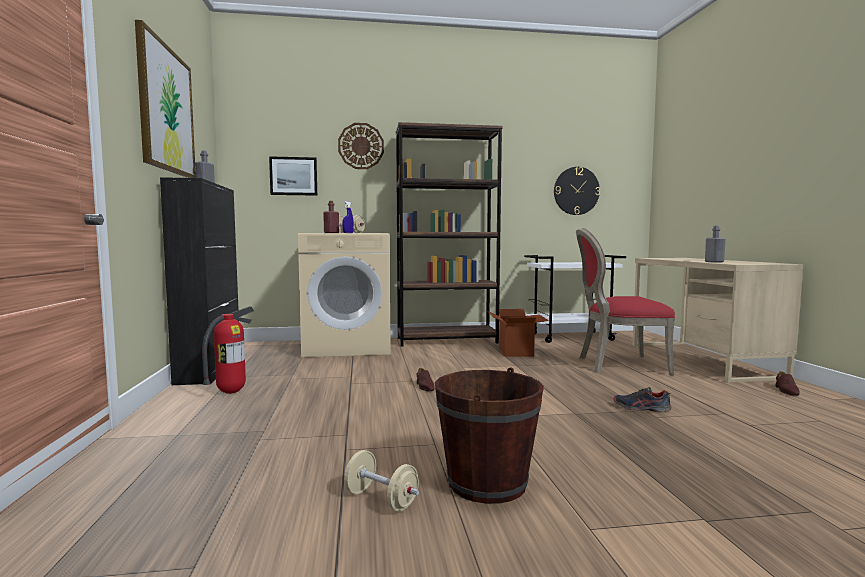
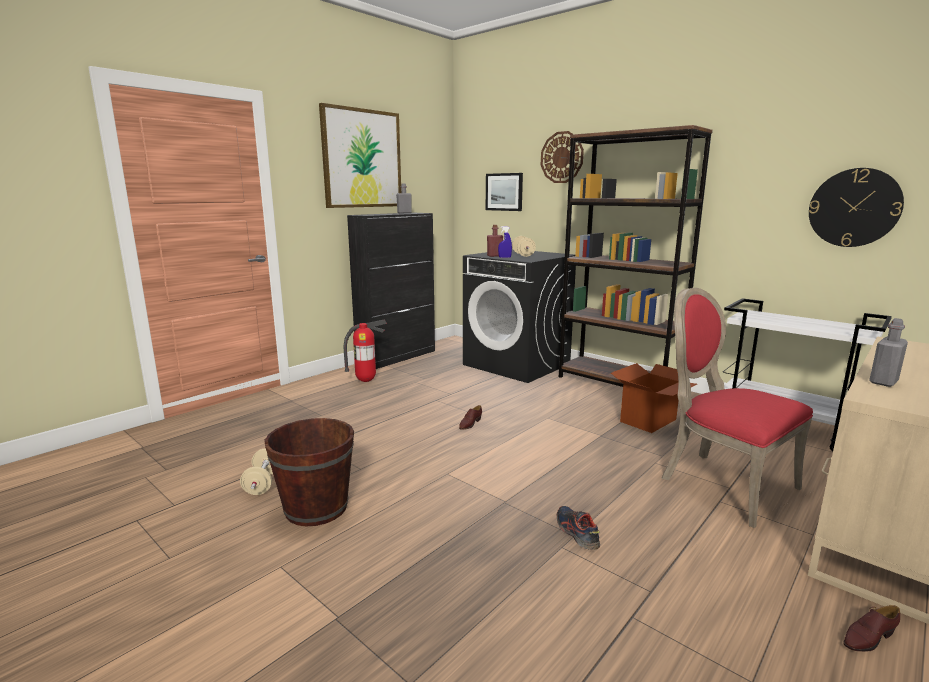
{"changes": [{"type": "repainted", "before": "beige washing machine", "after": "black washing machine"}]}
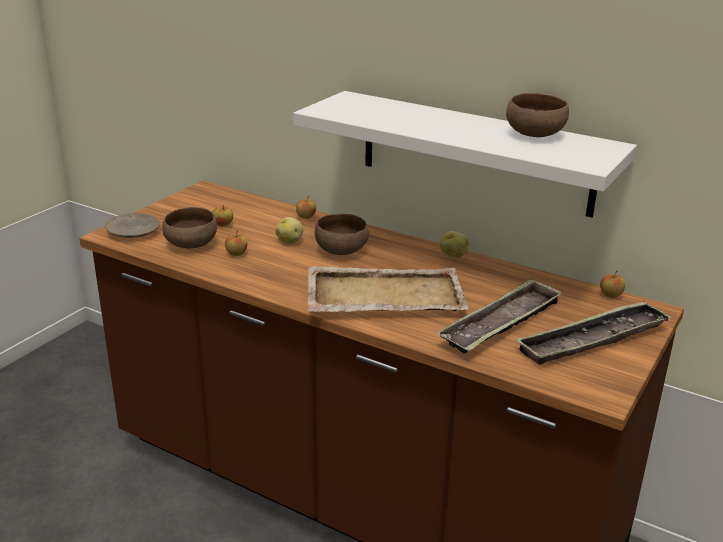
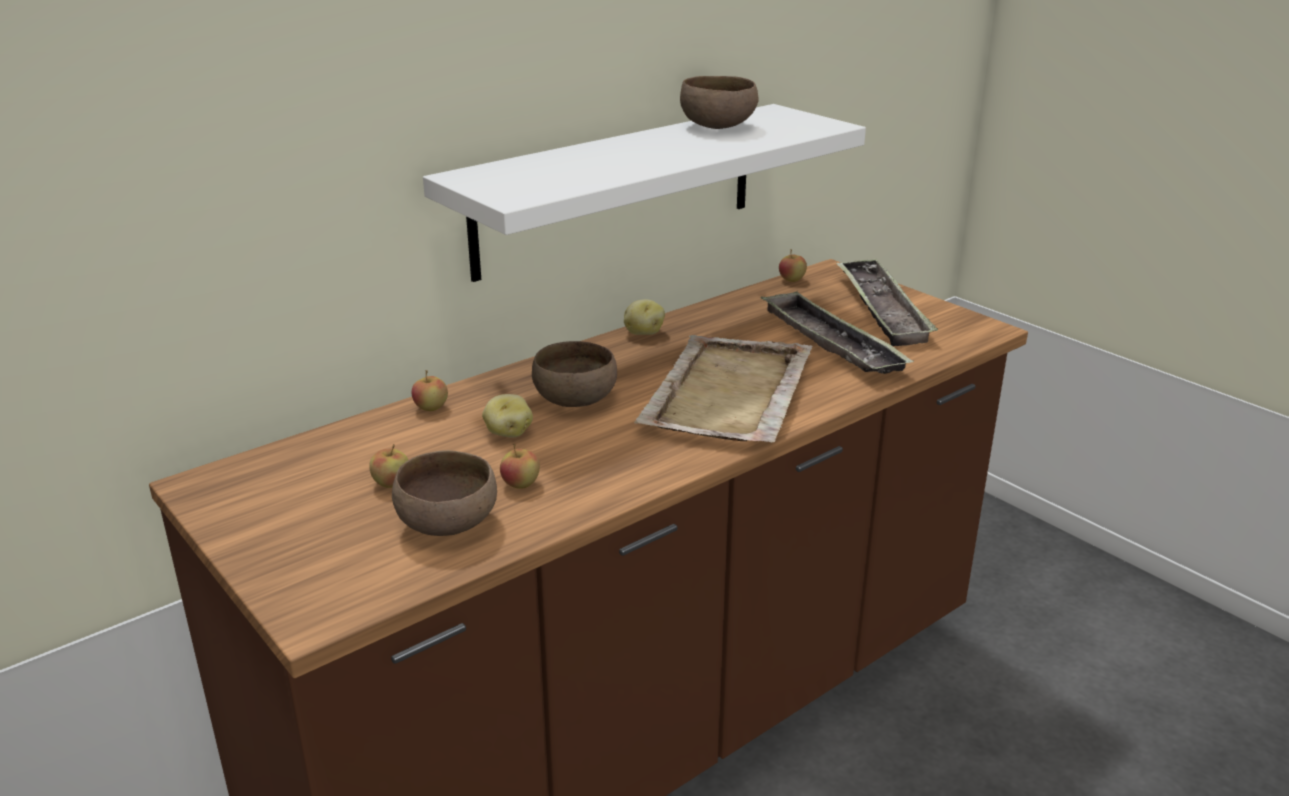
{"changes": [{"type": "gone", "before": "beige plate"}]}
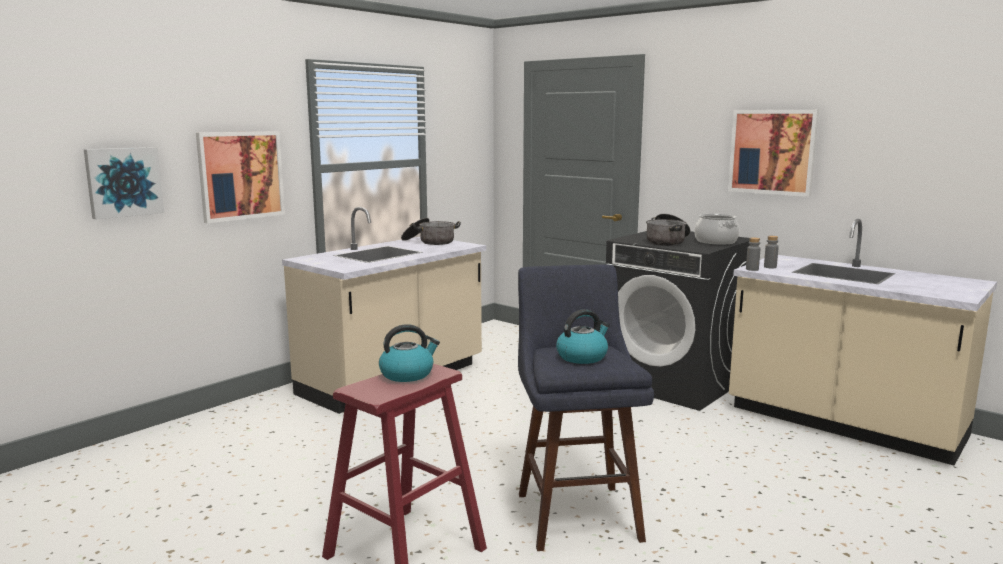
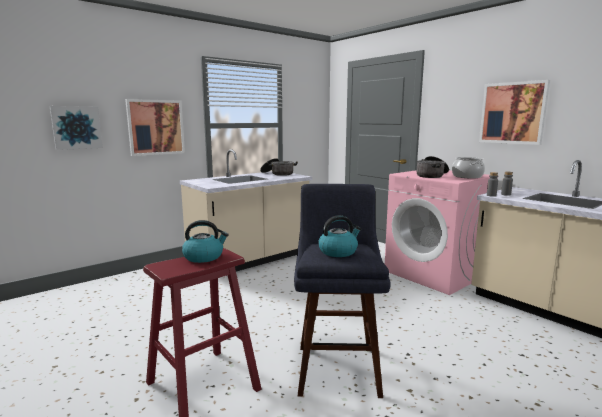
{"changes": [{"type": "repainted", "before": "black washing machine", "after": "pink washing machine"}]}
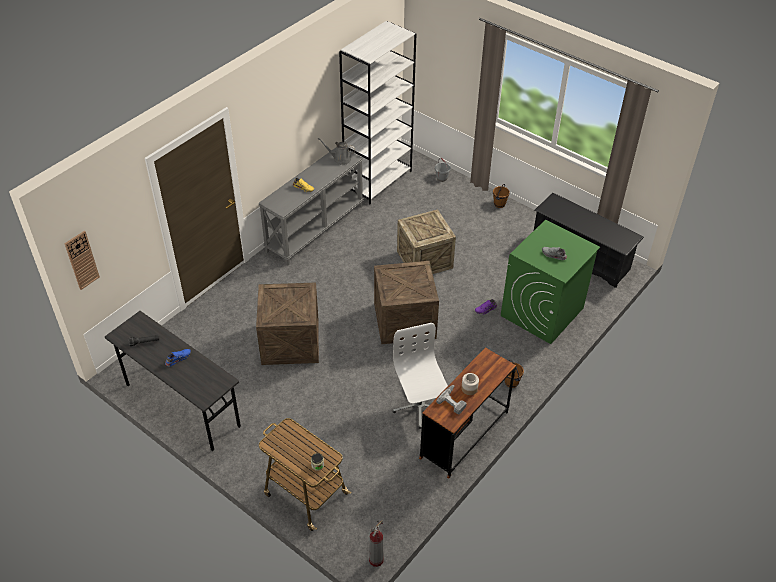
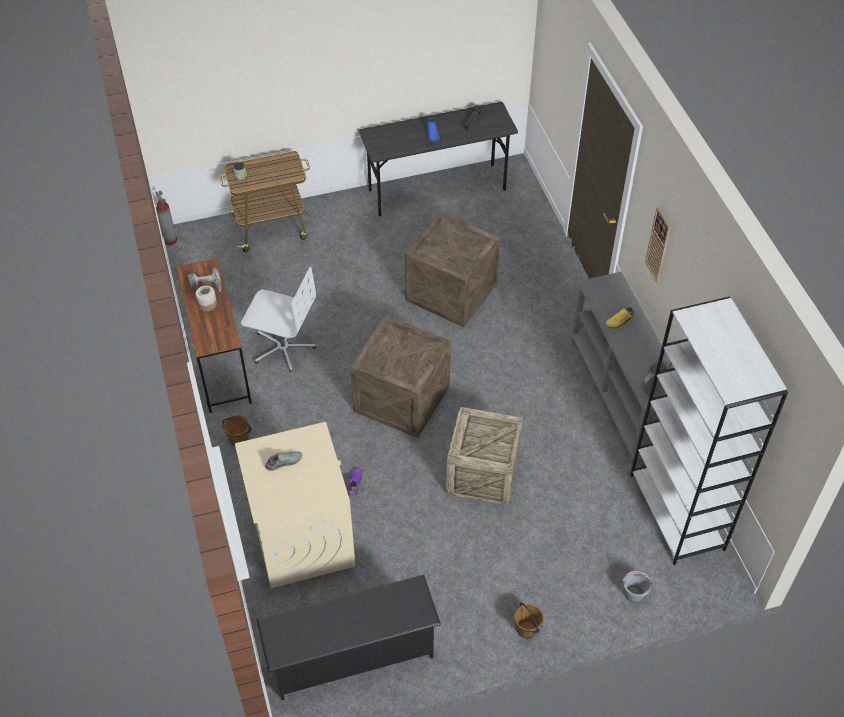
{"changes": [{"type": "shifted", "before": "wall clock"}, {"type": "repainted", "before": "green washing machine", "after": "beige washing machine"}]}
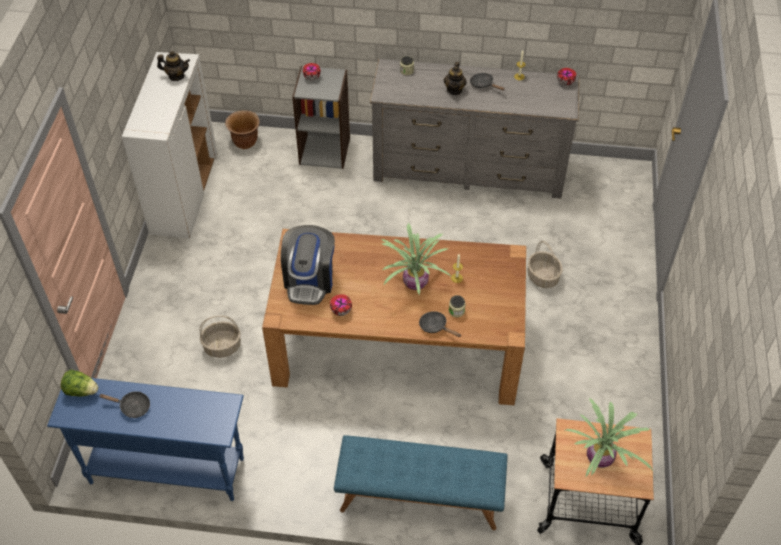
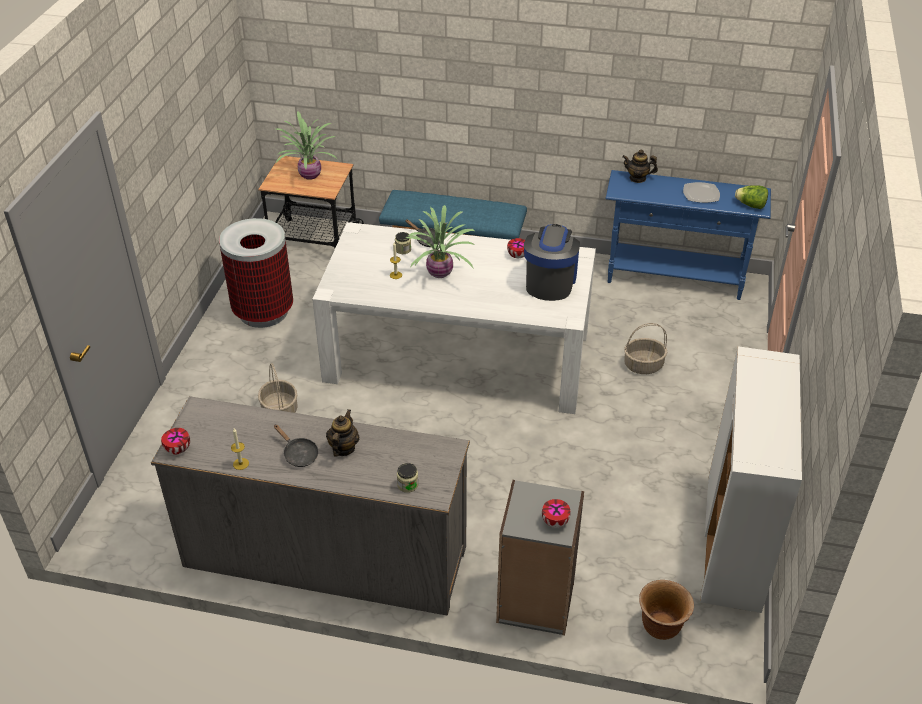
{"changes": [{"type": "swapped", "before": "black frying pan (no. 1 from left)", "after": "plate"}, {"type": "shifted", "before": "teapot (no. 1 from left in the first image)", "after": "teapot (no. 2 from left)"}, {"type": "repainted", "before": "brown dining table", "after": "white dining table"}, {"type": "new", "after": "trash can"}]}
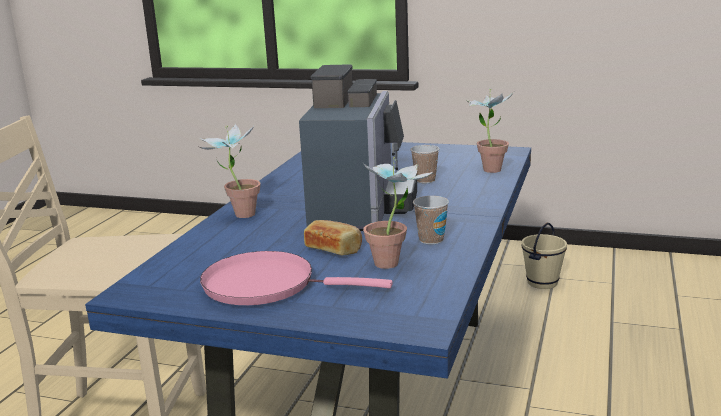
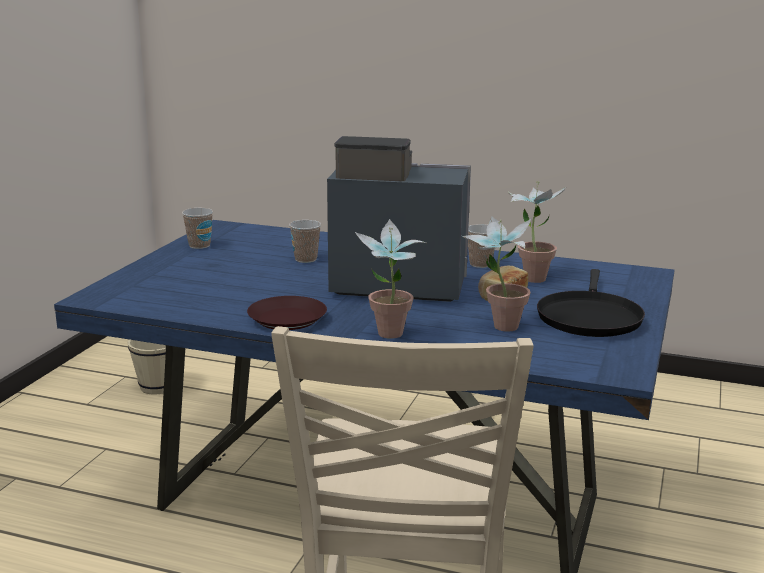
{"changes": [{"type": "repainted", "before": "pink frying pan", "after": "black frying pan"}, {"type": "shifted", "before": "potted plant (no. 3 from left in the first image)", "after": "potted plant (no. 2 from left)"}, {"type": "new", "after": "cup (no. 1 from left)"}, {"type": "new", "after": "brown plate"}]}
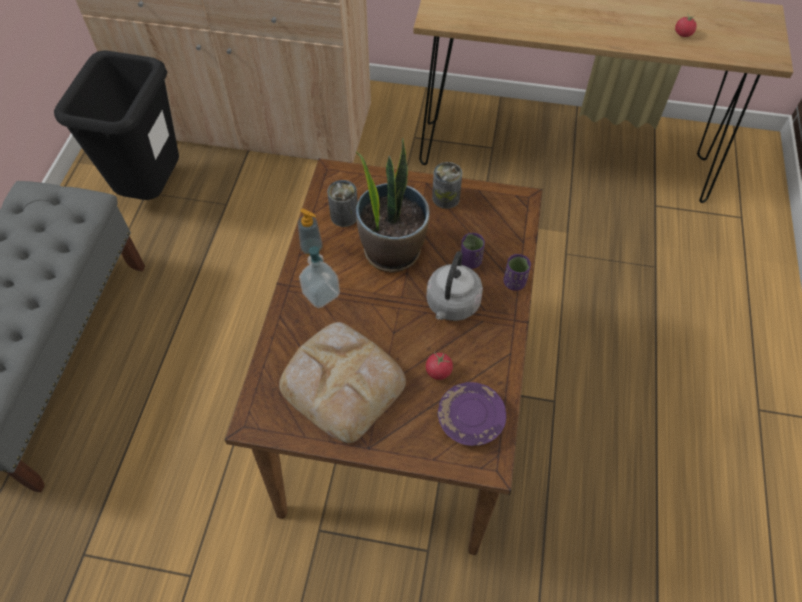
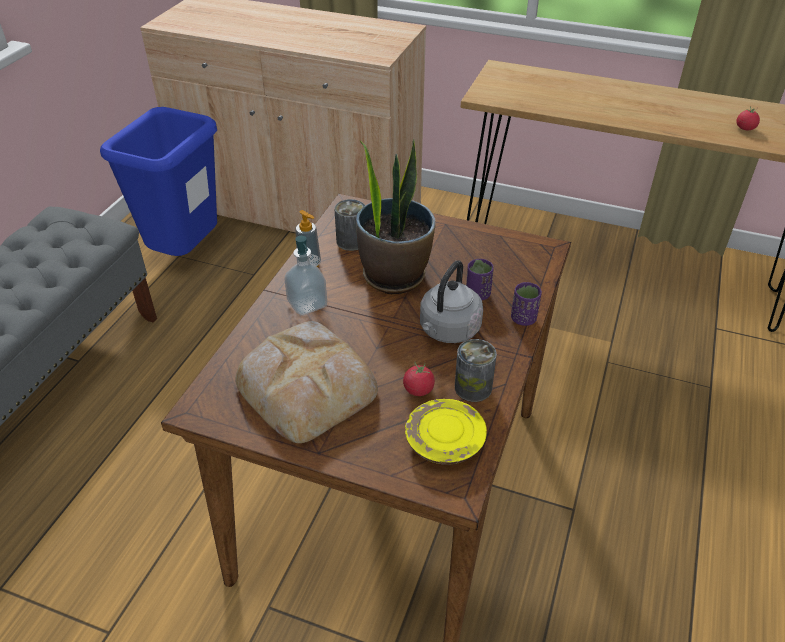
{"changes": [{"type": "repainted", "before": "black trash can", "after": "blue trash can"}, {"type": "shifted", "before": "can (no. 2 from left)"}, {"type": "repainted", "before": "purple plate", "after": "yellow plate"}]}
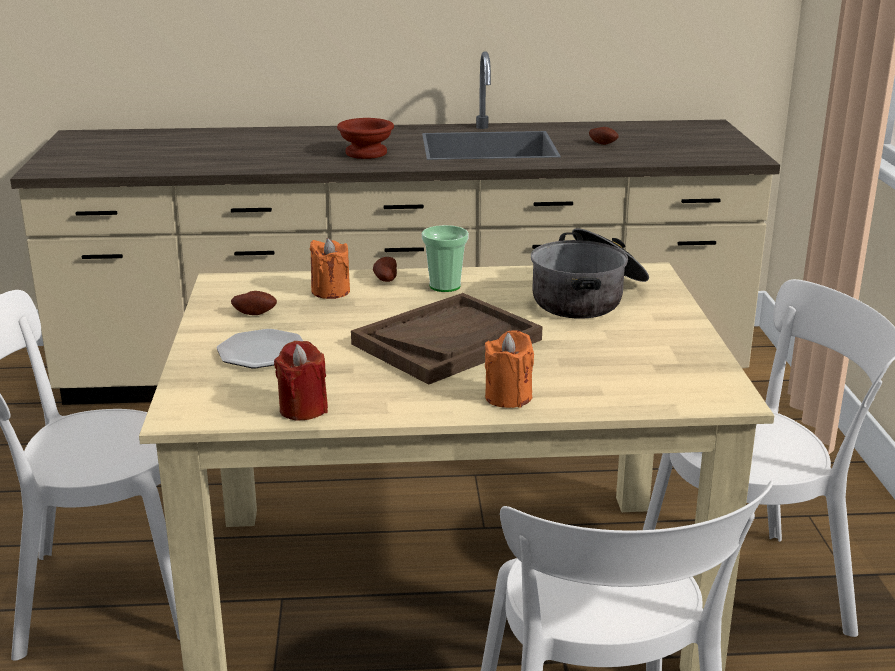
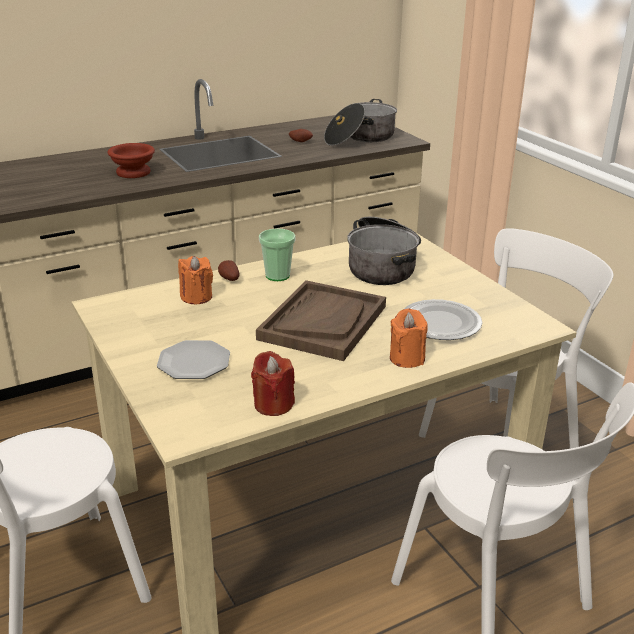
{"changes": [{"type": "gone", "before": "potato (no. 1 from left)"}, {"type": "new", "after": "cooking pot (no. 1 from left)"}, {"type": "new", "after": "plate (no. 2 from left)"}]}
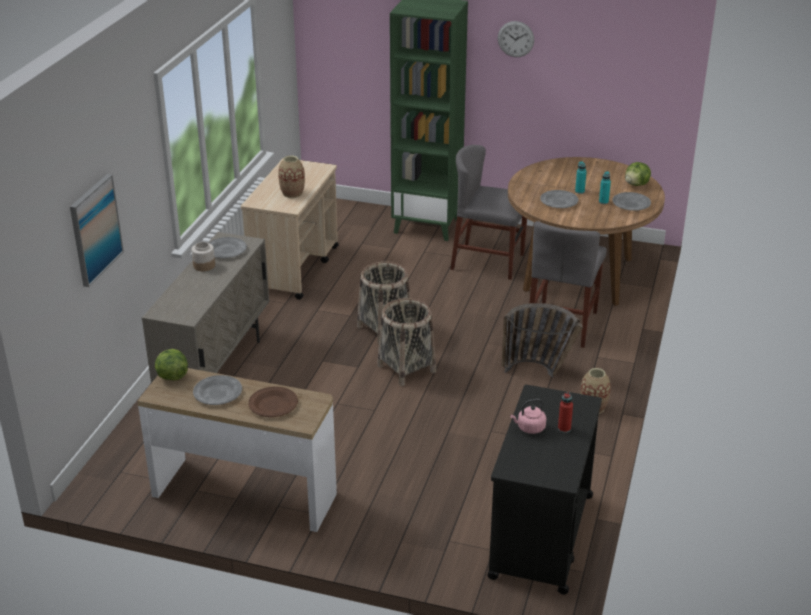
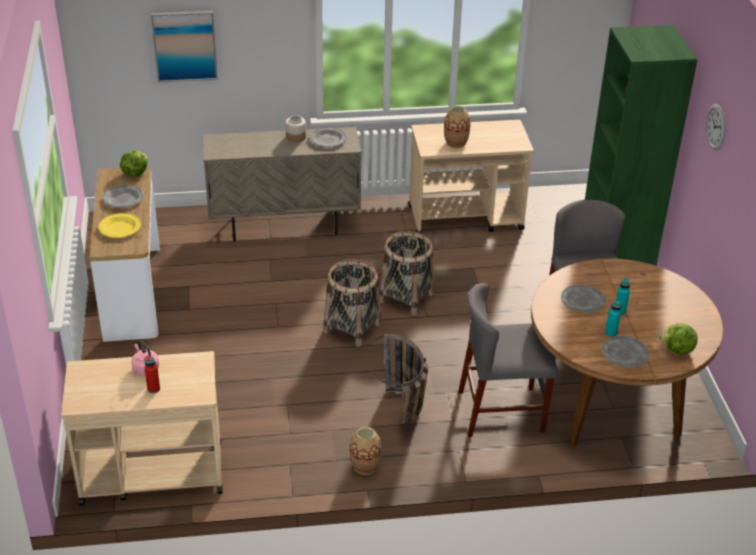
{"changes": [{"type": "repainted", "before": "brown plate", "after": "yellow plate"}, {"type": "repainted", "before": "black cart", "after": "beige cart (no. 1 from left)"}]}
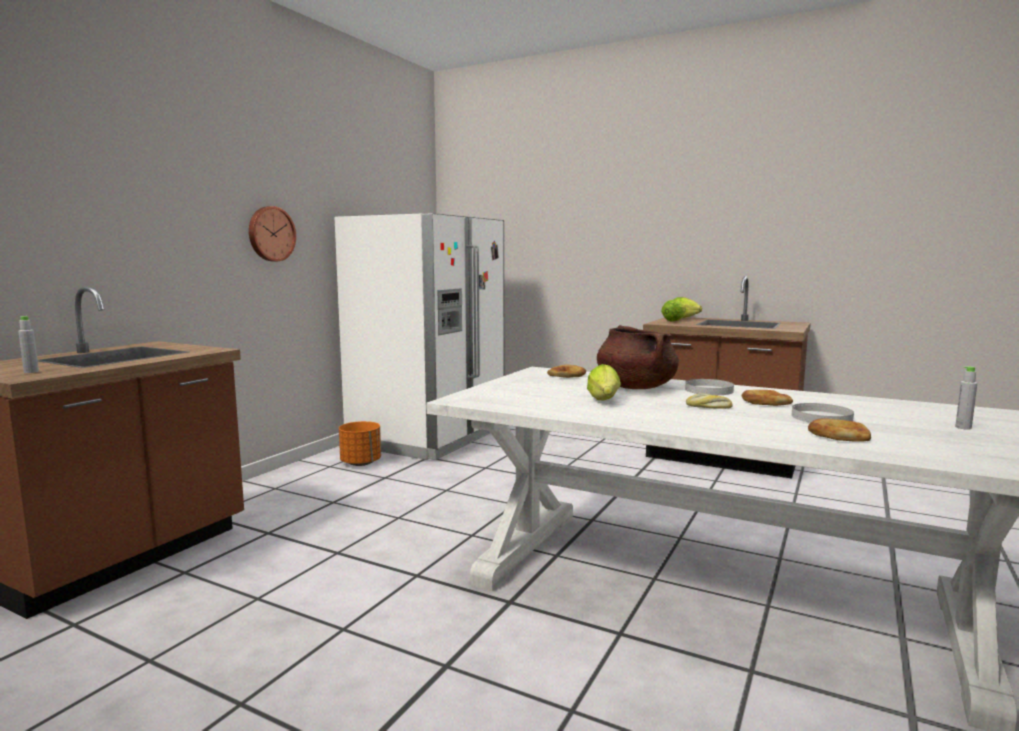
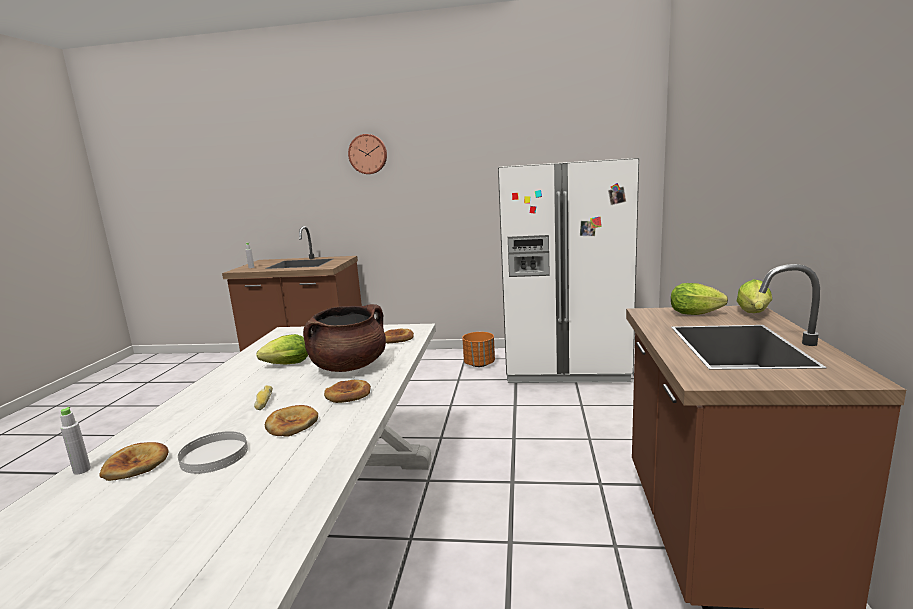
{"changes": [{"type": "shifted", "before": "wall clock"}, {"type": "swapped", "before": "white plate (no. 1 from left)", "after": "bread (no. 4 from left)"}, {"type": "shifted", "before": "grey bottle (no. 2 from left in the first image)", "after": "grey bottle (no. 1 from left)"}]}
